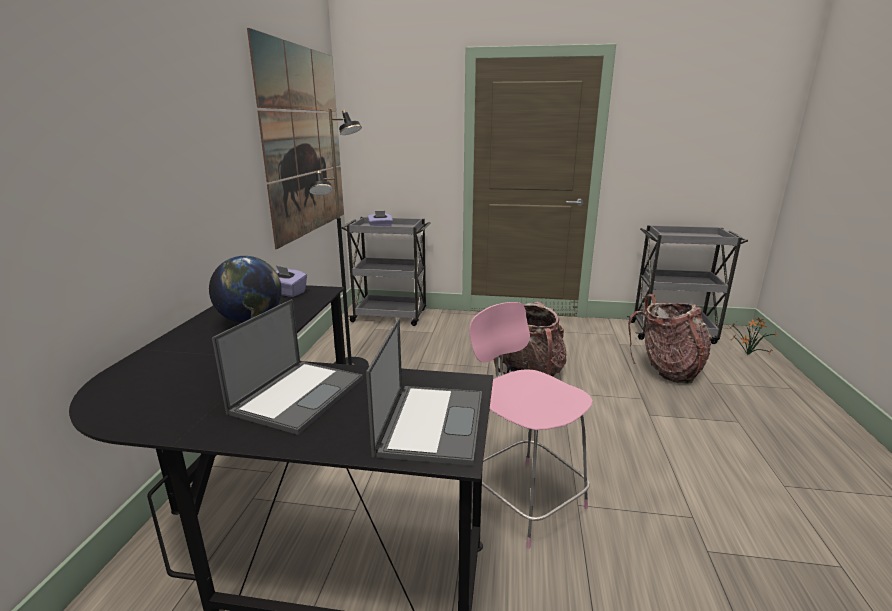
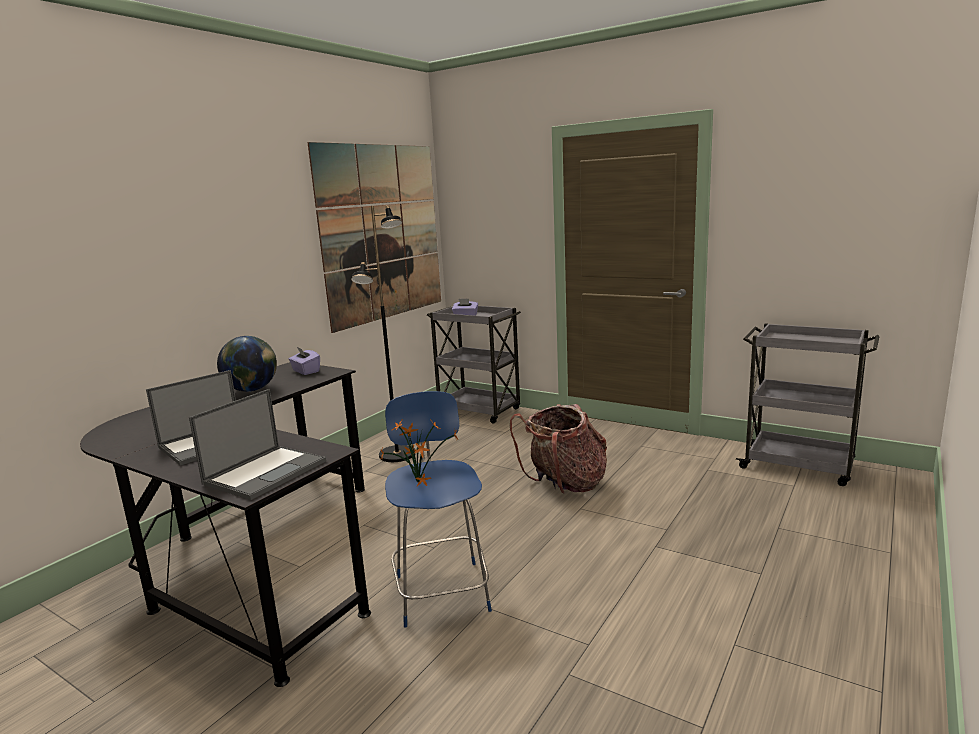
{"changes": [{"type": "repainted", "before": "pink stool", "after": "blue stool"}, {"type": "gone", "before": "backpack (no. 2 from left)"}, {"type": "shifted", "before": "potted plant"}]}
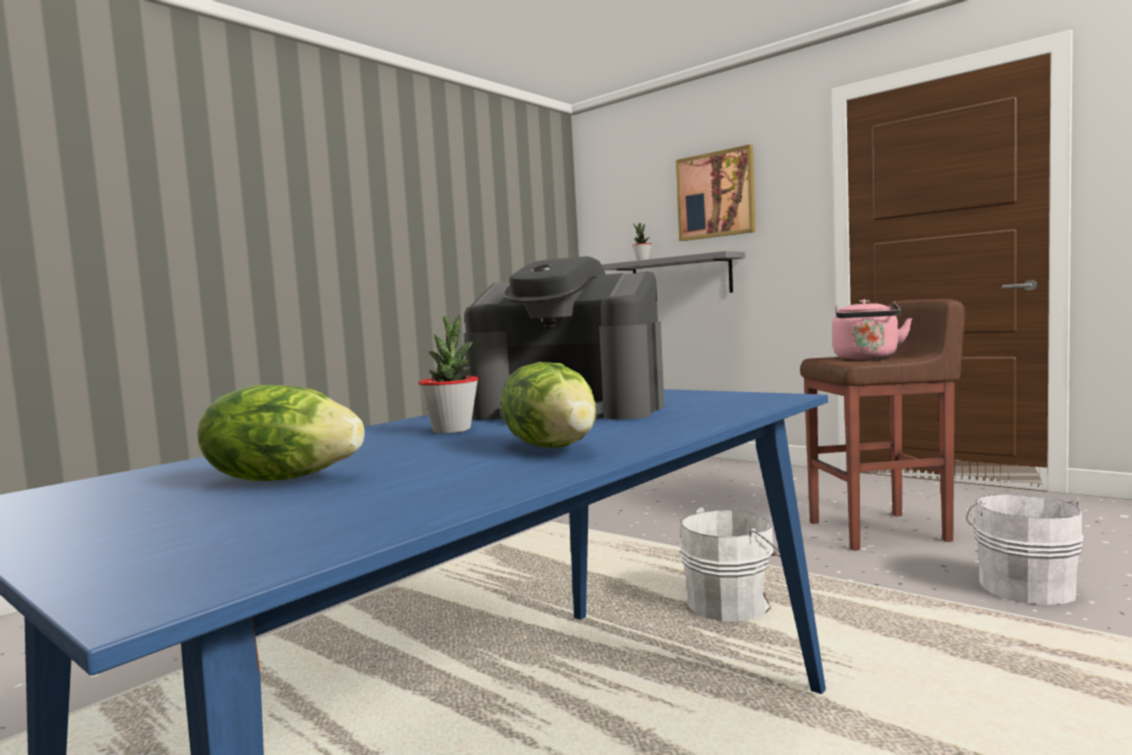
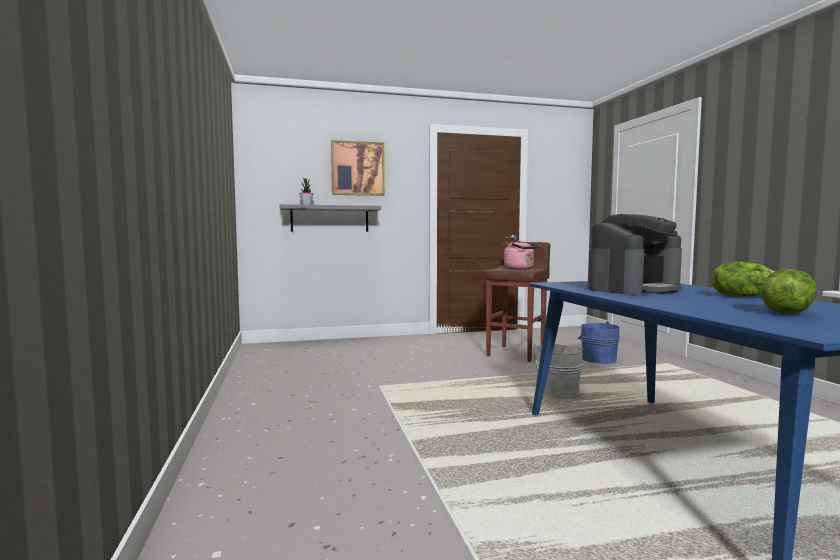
{"changes": [{"type": "gone", "before": "potted plant (no. 1 from left)"}, {"type": "repainted", "before": "white bucket (no. 2 from left)", "after": "blue bucket"}]}
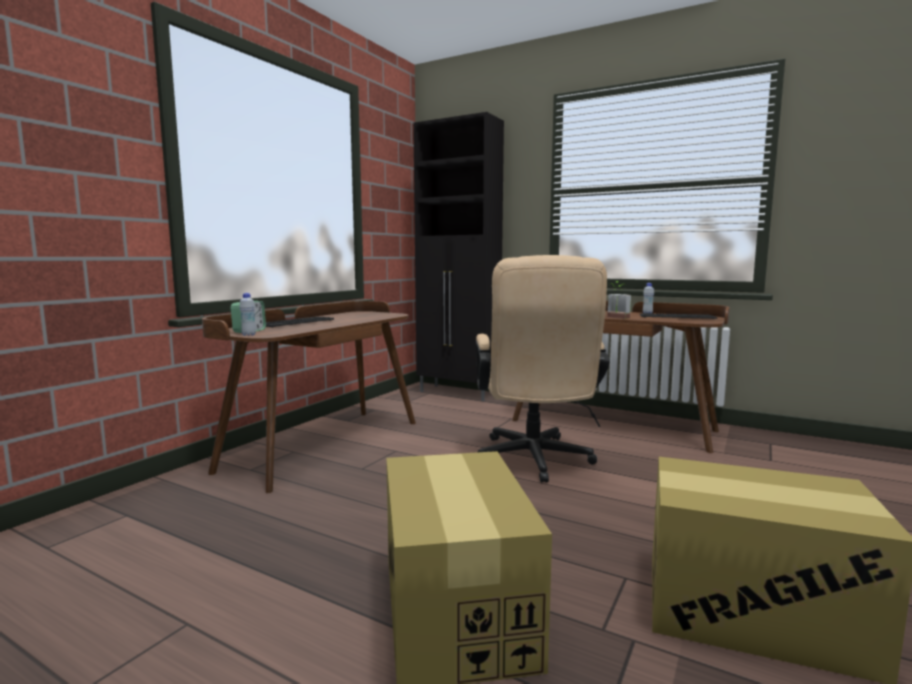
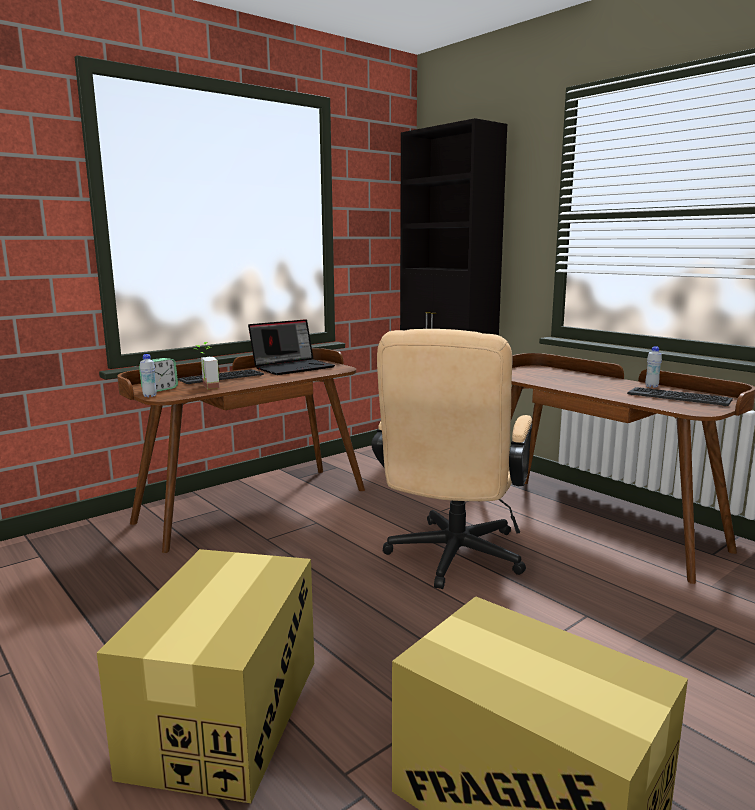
{"changes": [{"type": "shifted", "before": "potted plant"}, {"type": "new", "after": "laptop"}]}
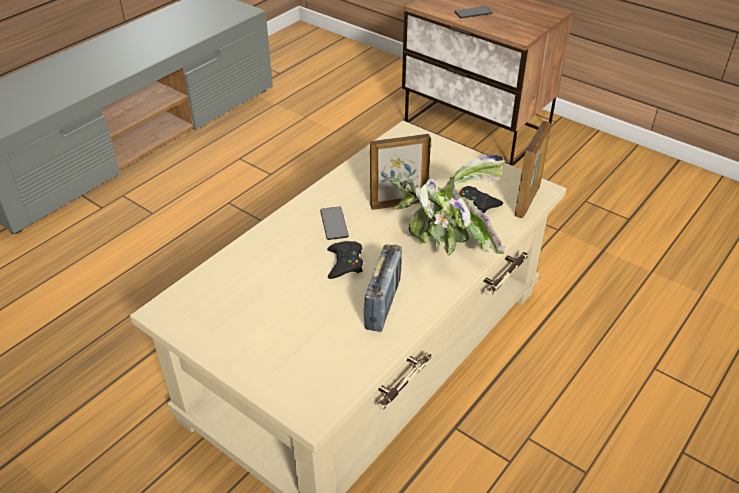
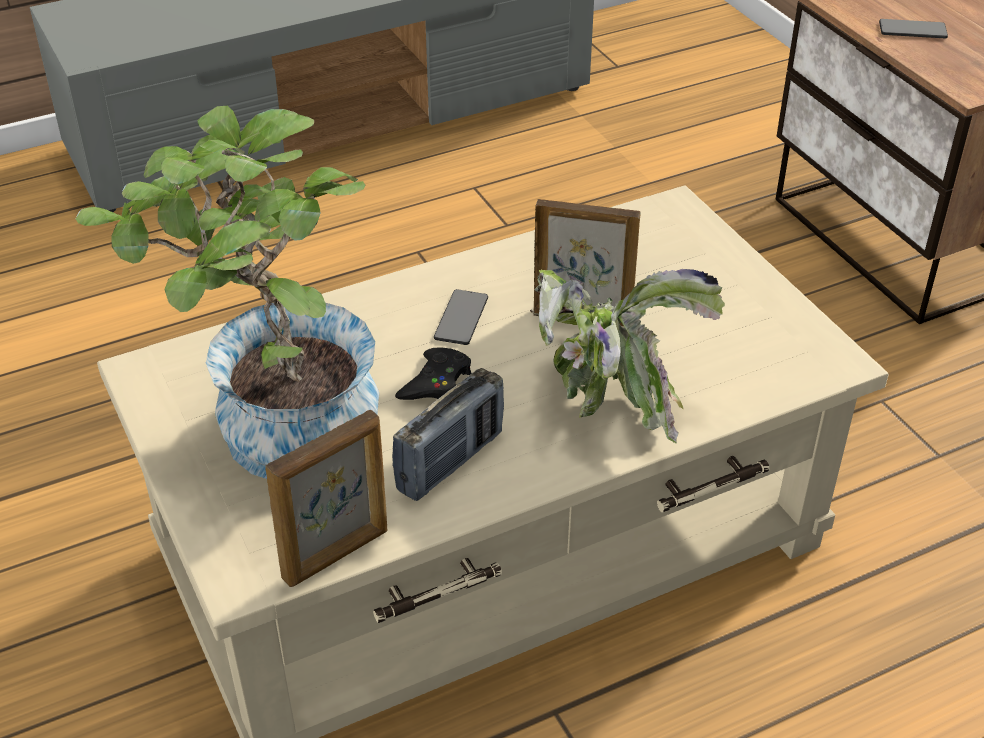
{"changes": [{"type": "gone", "before": "black game controller (no. 2 from left)"}, {"type": "shifted", "before": "picture frame (no. 2 from left in the first image)", "after": "picture frame (no. 1 from left)"}, {"type": "new", "after": "potted plant (no. 1 from left)"}]}
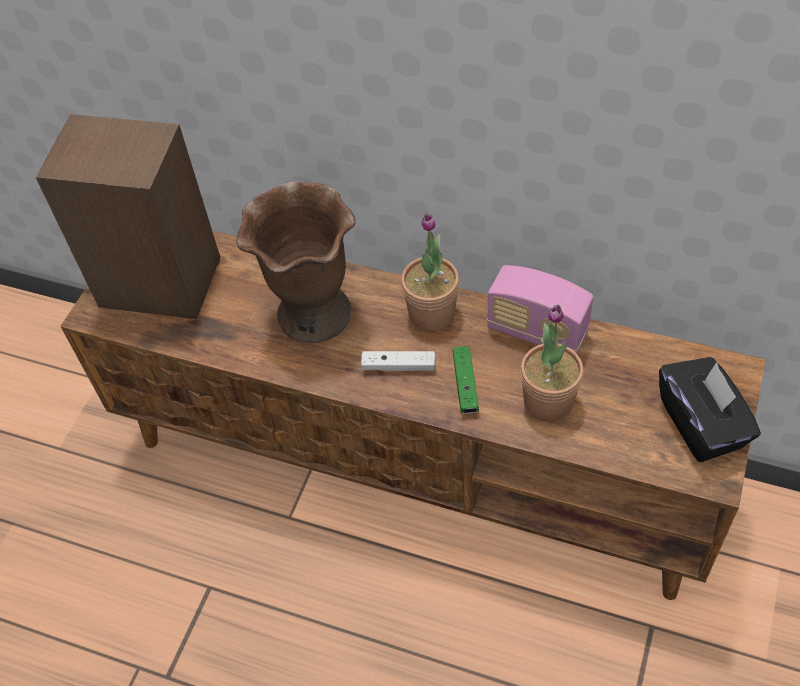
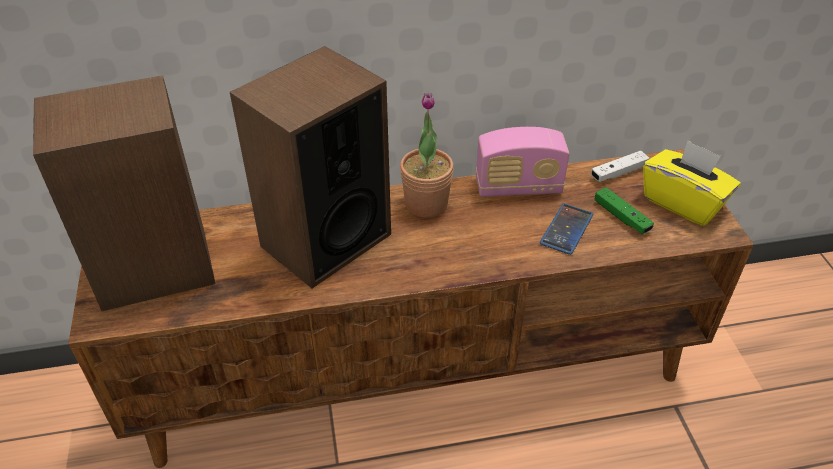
{"changes": [{"type": "swapped", "before": "brown vase", "after": "speaker (no. 2 from left)"}, {"type": "shifted", "before": "white game controller"}, {"type": "shifted", "before": "green game controller"}, {"type": "swapped", "before": "potted plant (no. 2 from left)", "after": "phone"}, {"type": "repainted", "before": "black tissue box", "after": "yellow tissue box"}]}
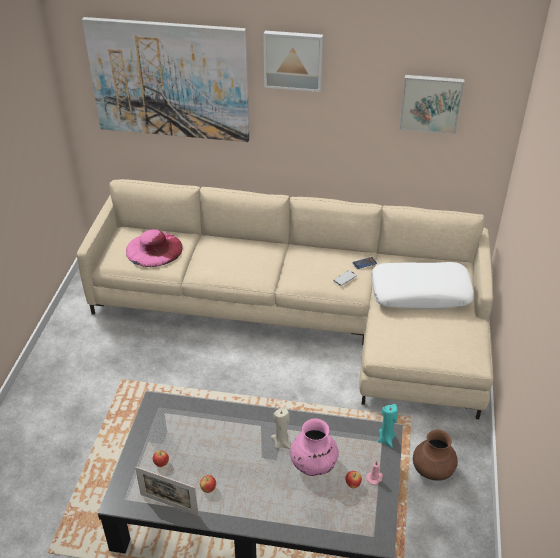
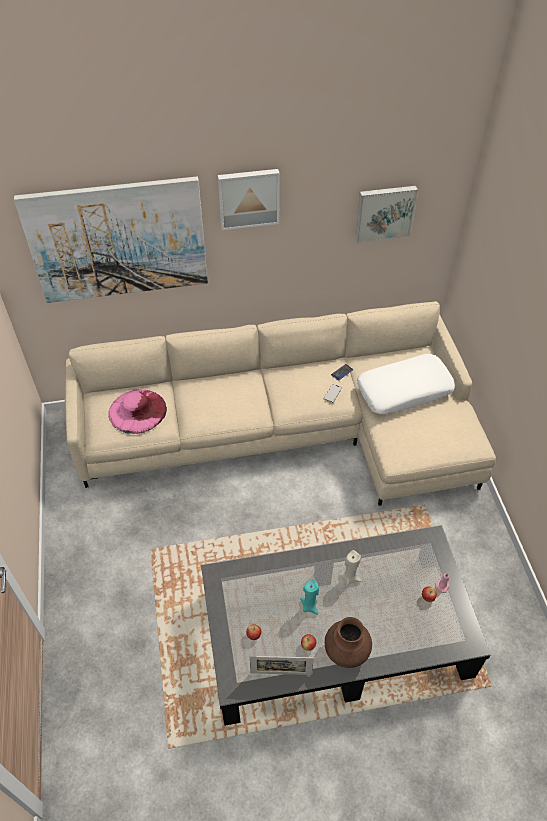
{"changes": [{"type": "gone", "before": "pink vase"}, {"type": "shifted", "before": "turquoise candle"}, {"type": "shifted", "before": "brown vase"}]}
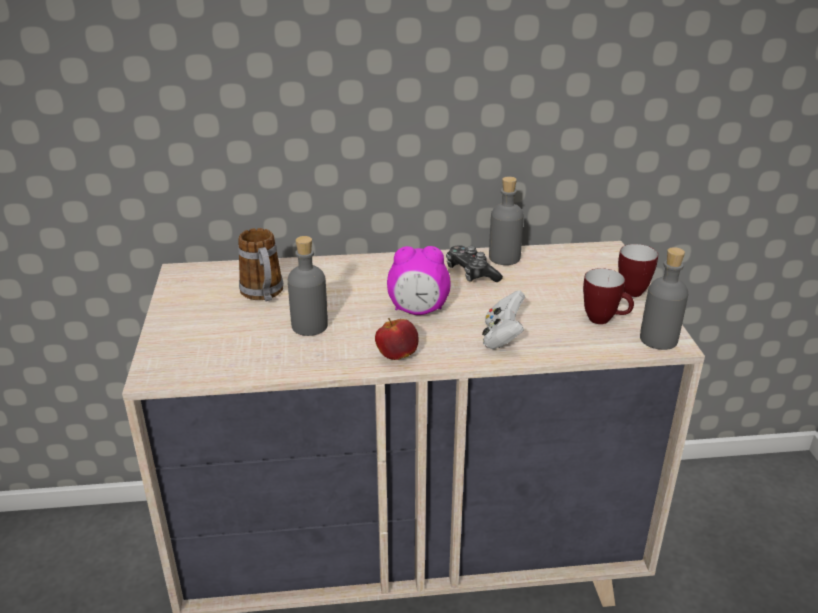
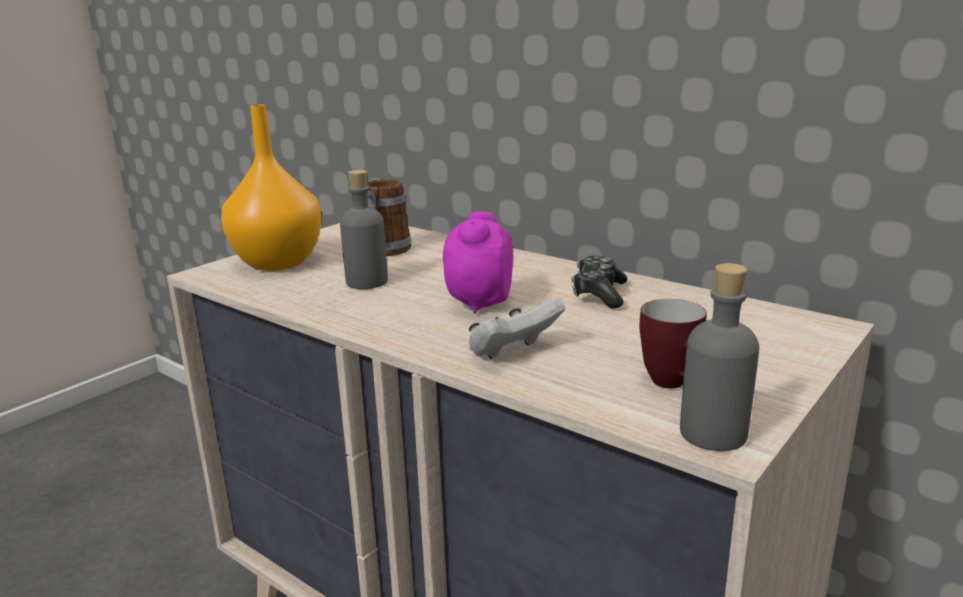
{"changes": [{"type": "gone", "before": "apple"}, {"type": "rotated", "before": "alarm clock", "turn": 60}, {"type": "gone", "before": "grey bottle (no. 2 from left)"}, {"type": "gone", "before": "mug (no. 3 from left)"}, {"type": "new", "after": "orange vase"}]}
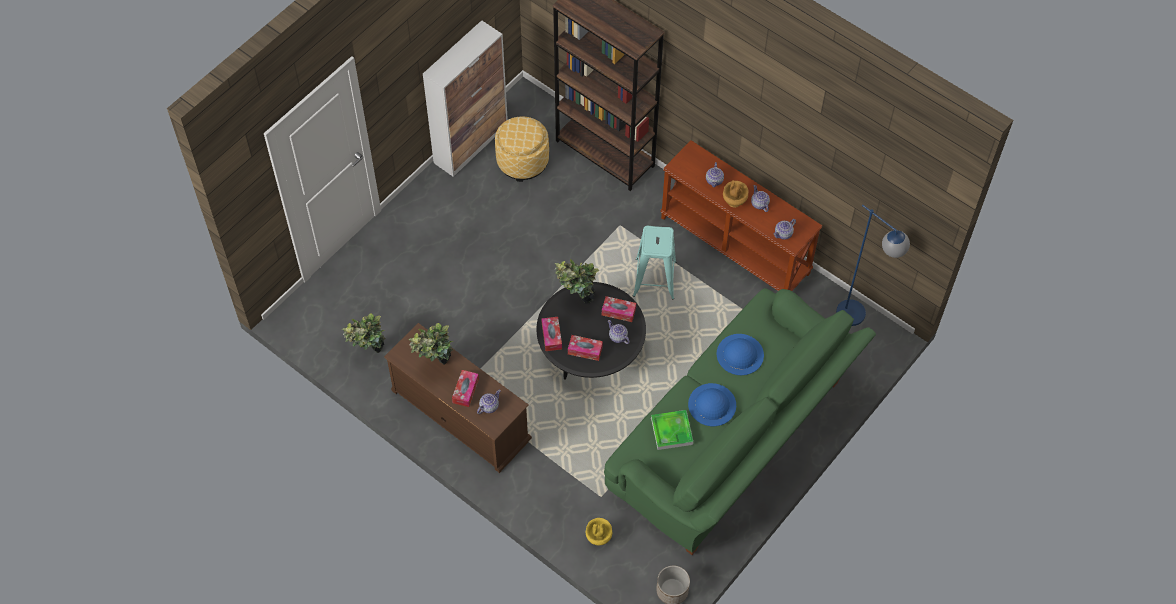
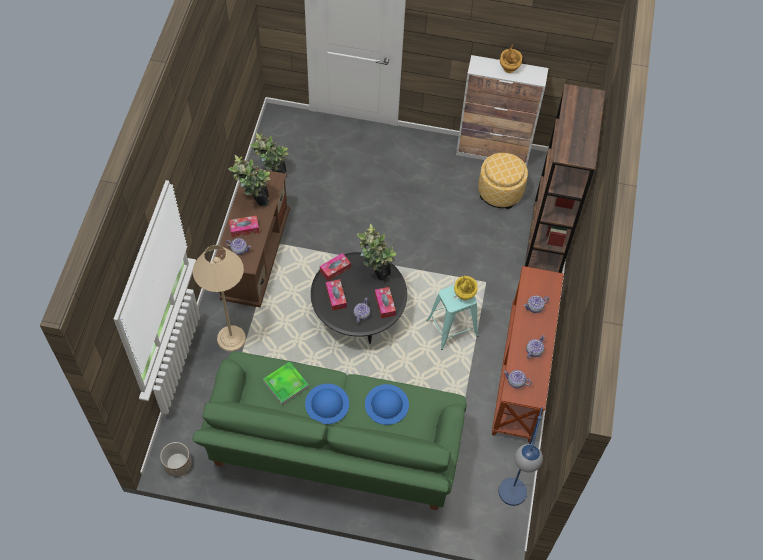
{"changes": [{"type": "shifted", "before": "yellow vase"}, {"type": "shifted", "before": "brown vase"}, {"type": "new", "after": "beige floor lamp"}]}
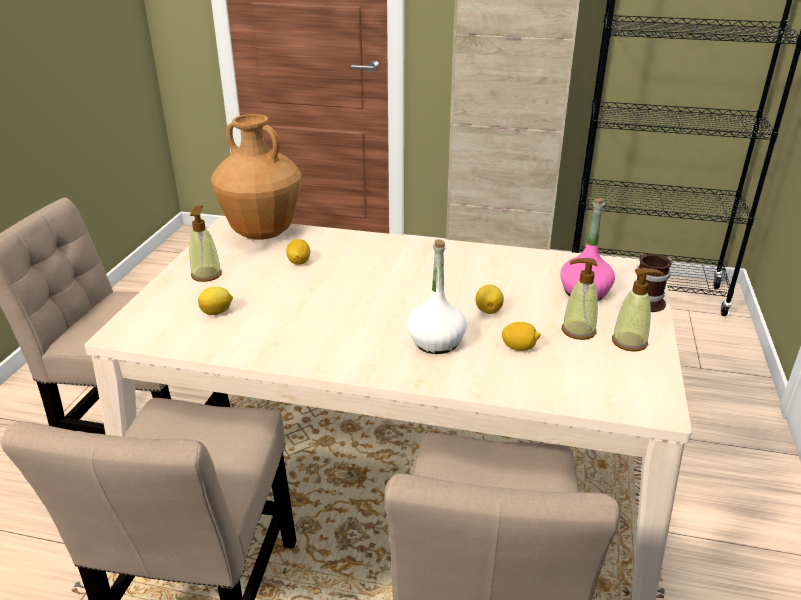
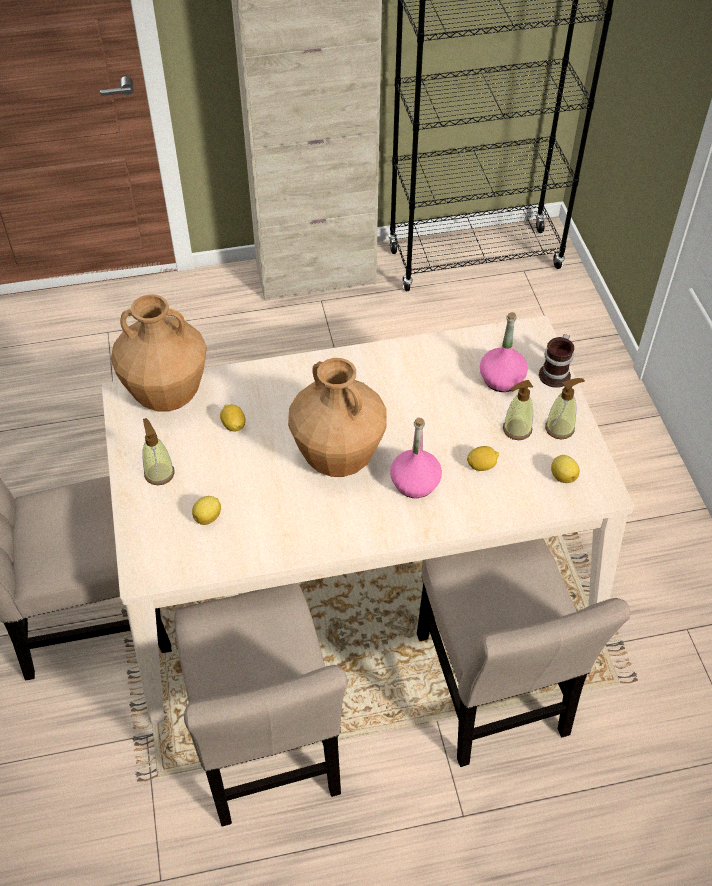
{"changes": [{"type": "repainted", "before": "white bottle", "after": "pink bottle (no. 1 from left)"}, {"type": "shifted", "before": "lemon (no. 3 from left in the first image)", "after": "lemon (no. 4 from left)"}, {"type": "new", "after": "brown vase (no. 2 from left)"}]}
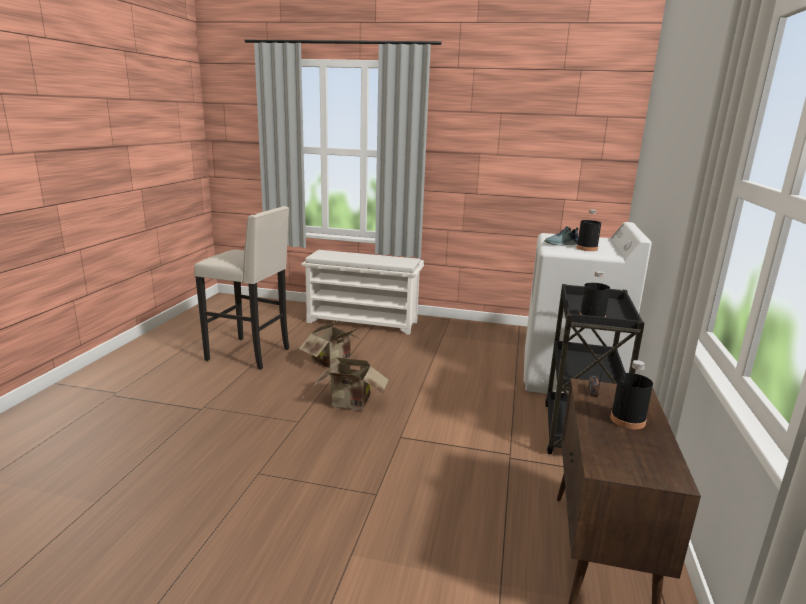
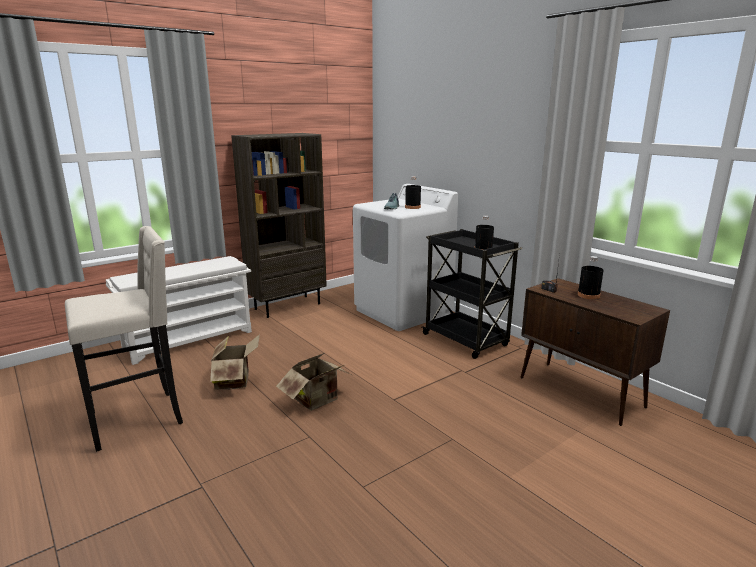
{"changes": [{"type": "new", "after": "brown bookcase"}]}
